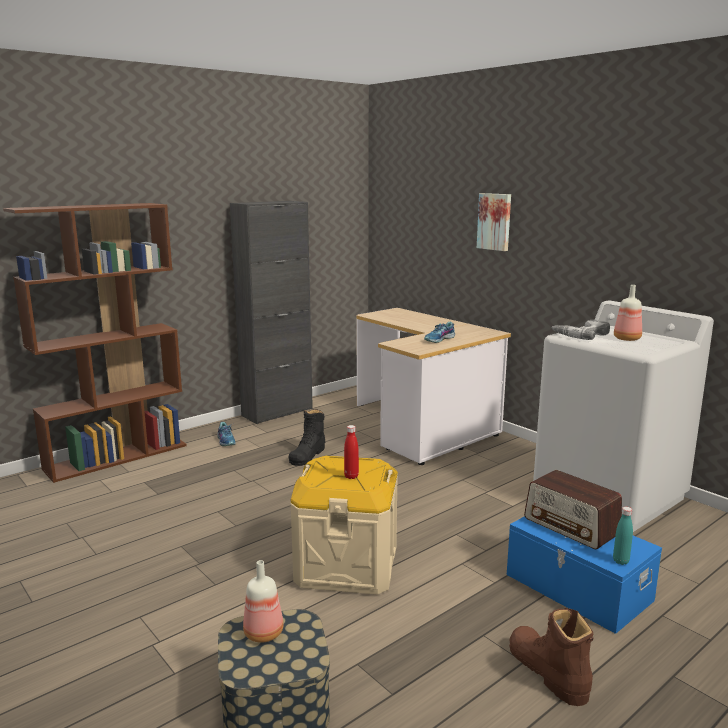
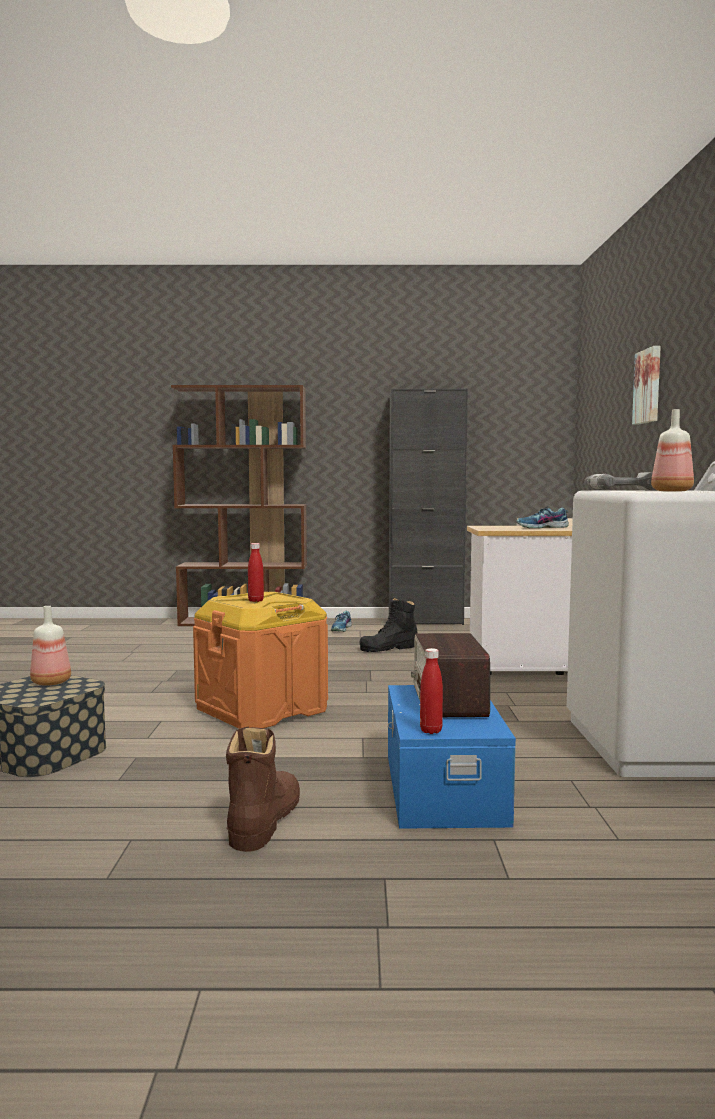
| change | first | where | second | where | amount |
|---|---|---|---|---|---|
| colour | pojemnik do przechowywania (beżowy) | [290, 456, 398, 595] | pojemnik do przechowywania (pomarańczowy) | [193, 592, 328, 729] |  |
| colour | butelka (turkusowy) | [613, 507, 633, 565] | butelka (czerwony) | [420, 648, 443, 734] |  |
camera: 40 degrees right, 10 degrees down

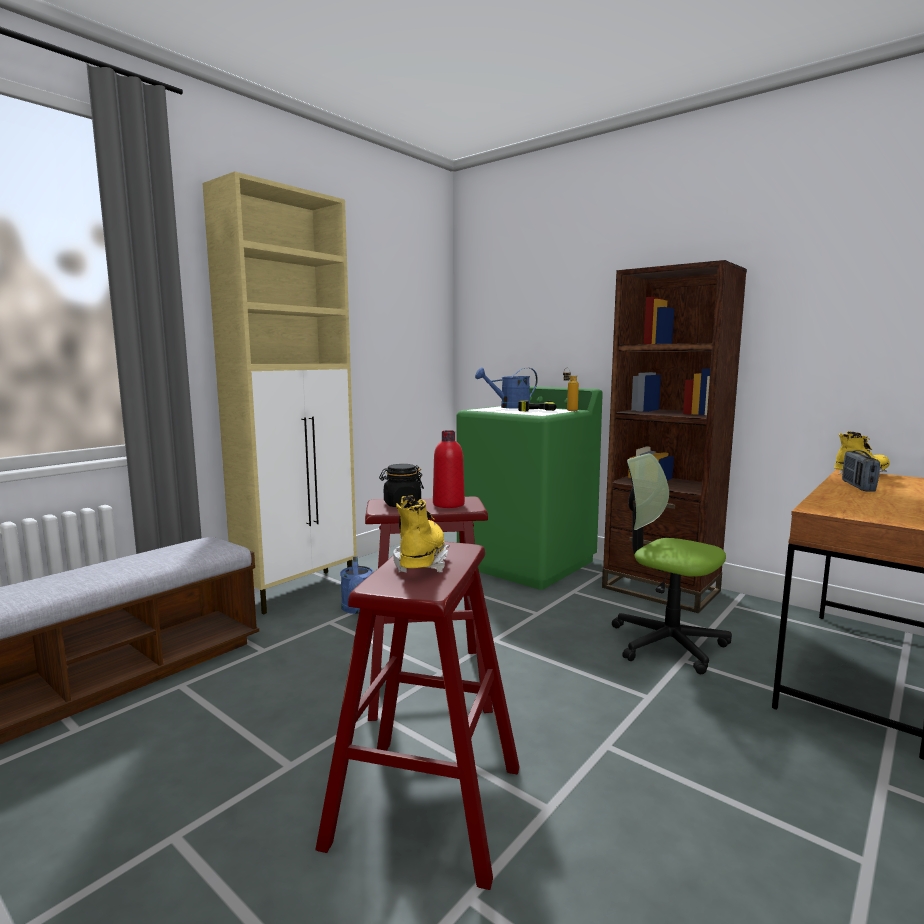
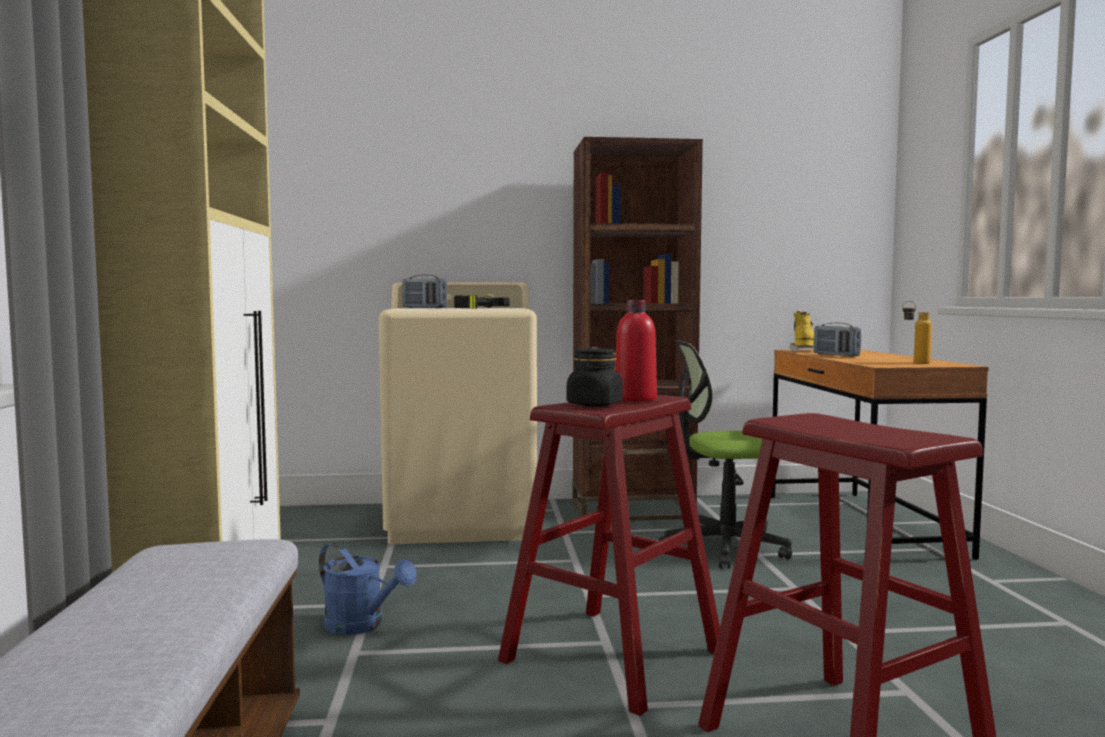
| change | first | where | second | where | amount |
|---|---|---|---|---|---|
| missing | but z cholewką (żółty) | [393, 495, 449, 573] |  |  |  |
| colour | pralka (zielony) | [456, 386, 603, 590] | pralka (beżowy) | [379, 282, 537, 544] |  |
| exchanged | konewka (niebieski) | [475, 367, 538, 409] | radio | [402, 275, 447, 308] |  |
| relocated | butelka | [563, 368, 579, 411] |  | [902, 301, 932, 364] |  |
camera: 45 degrees left, 5 degrees down

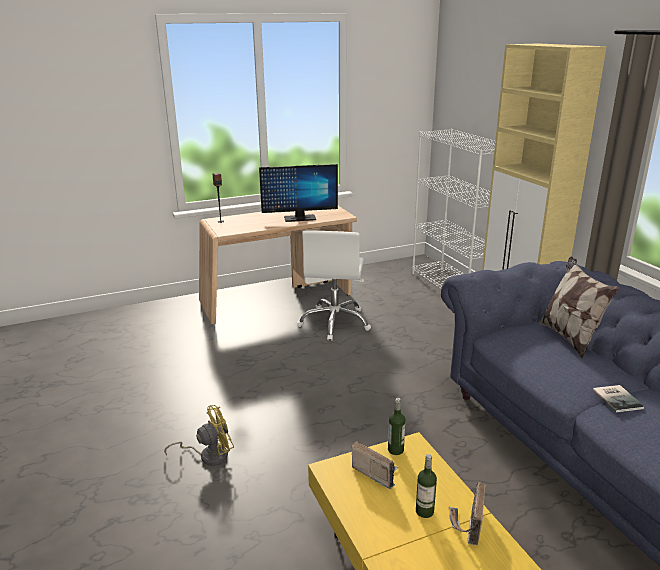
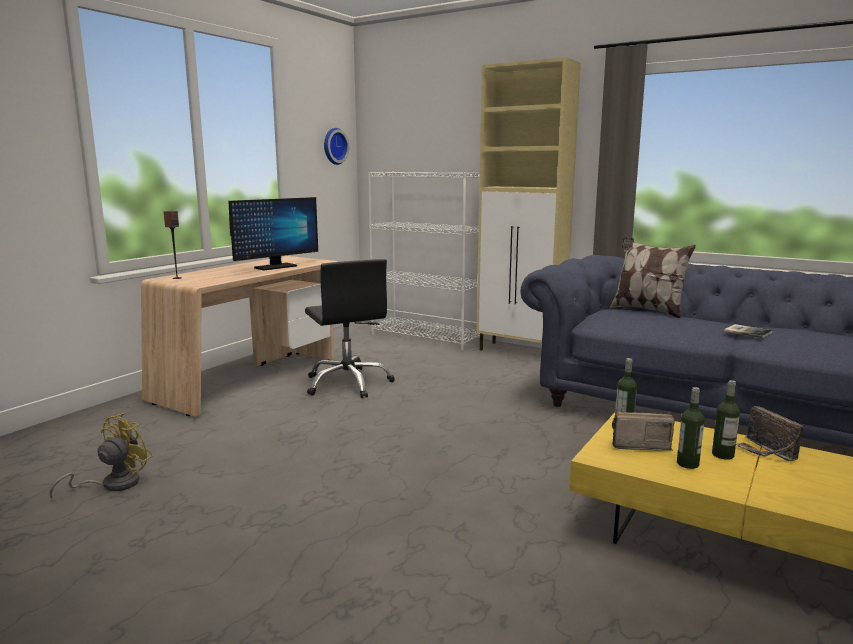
| change | first | where | second | where | amount |
|---|---|---|---|---|---|
| relocated | wentylator (żółty) | [164, 405, 234, 466] |  | [49, 413, 153, 499] |  |
| colour | krzesło biurowe (biały) | [297, 231, 371, 341] | krzesło biurowe (czarny) | [305, 259, 395, 398] |  |
| appeared |  |  | zegar ścienny | [324, 128, 349, 165] |  |
| appeared |  |  | butelka | [677, 387, 704, 469] |  |
camera: 35 degrees left, 10 degrees down

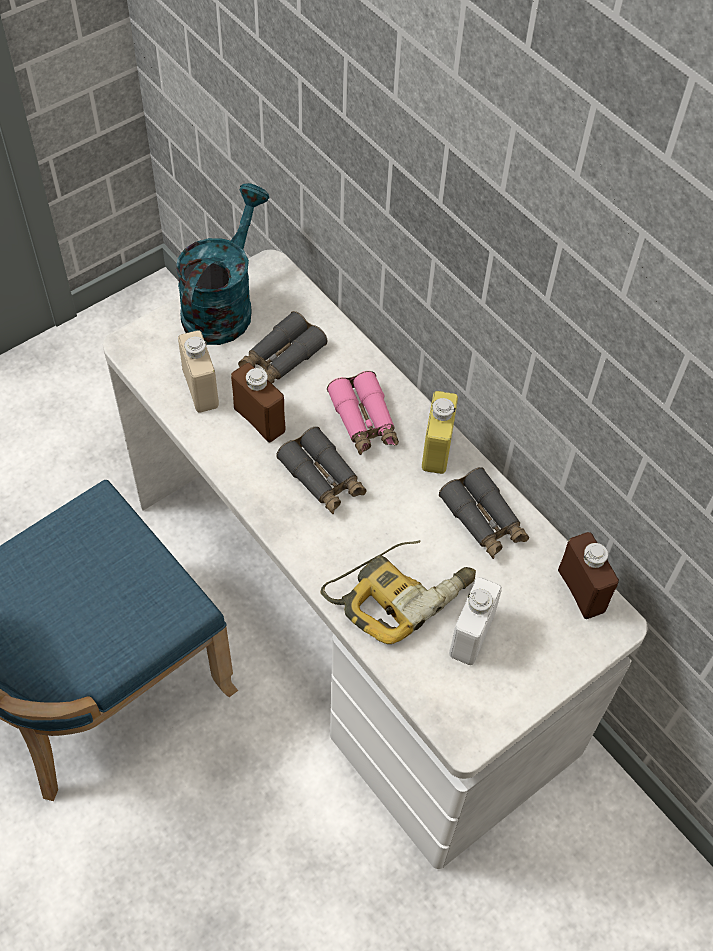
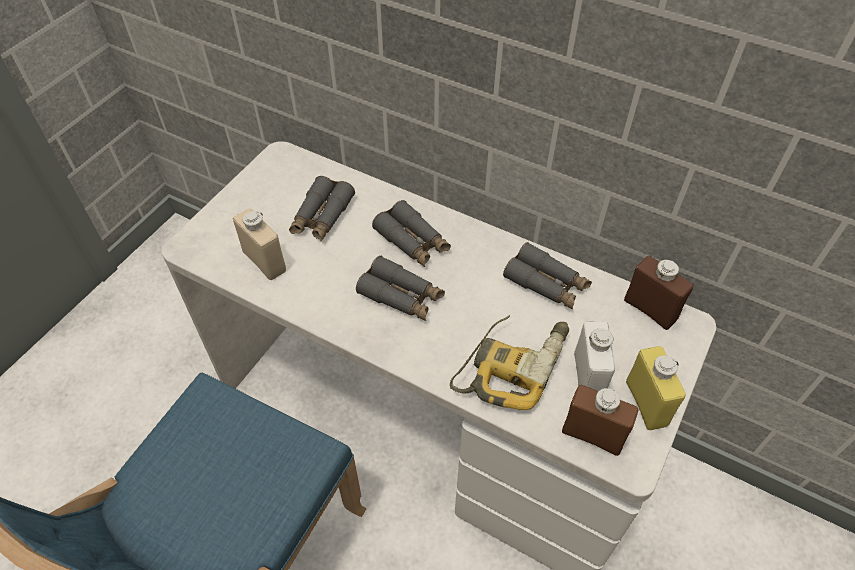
| change | first | where | second | where | amount |
|---|---|---|---|---|---|
| missing | konewka (turkusowy) | [176, 183, 269, 345] |  |  |  |
| relocated | butelka (brązowy) | [231, 363, 285, 442] |  | [562, 385, 638, 456] |  |
| colour | lornetka (różowy) | [327, 371, 399, 455] | lornetka (szary) | [372, 200, 451, 267] |  |
| relocated | butelka (żółty) | [422, 391, 458, 474] |  | [626, 346, 686, 430] |  |
camera: 20 degrees left, 5 degrees down

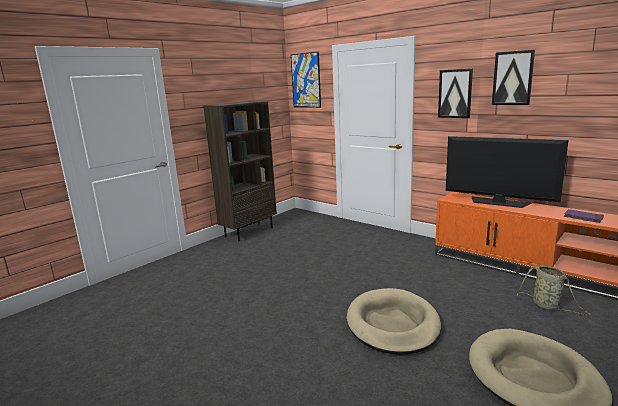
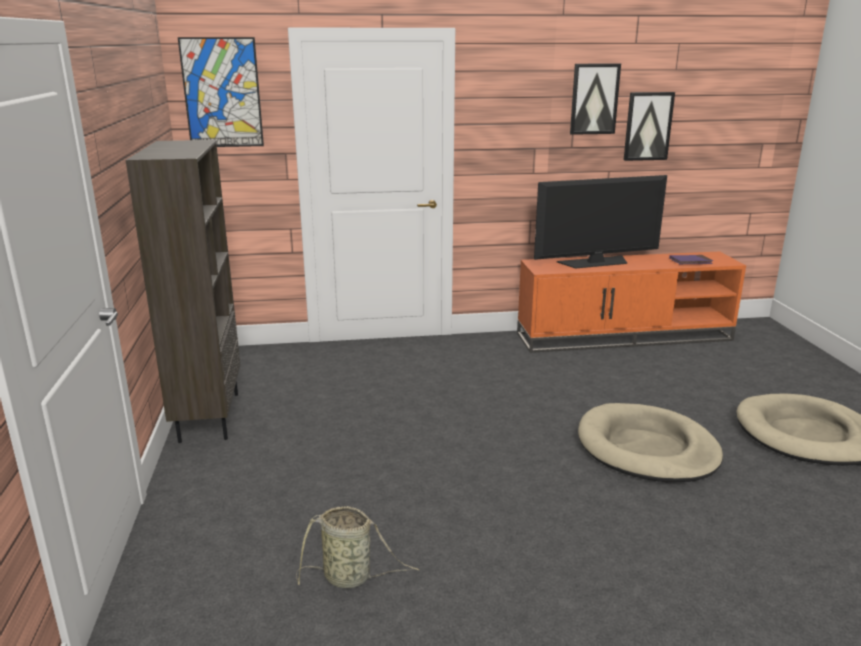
| change | first | where | second | where | amount |
|---|---|---|---|---|---|
| relocated | obraz | [438, 69, 473, 118] |  | [624, 92, 675, 161] |  |
| relocated | koszyk | [517, 265, 590, 315] |  | [296, 506, 419, 588] |  |
camera: 50 degrees left, 5 degrees up

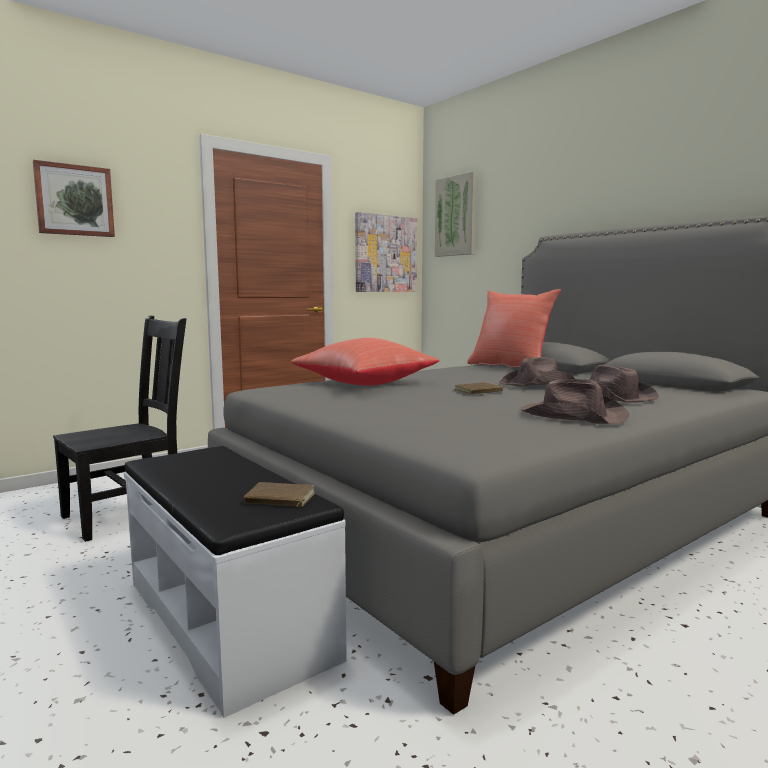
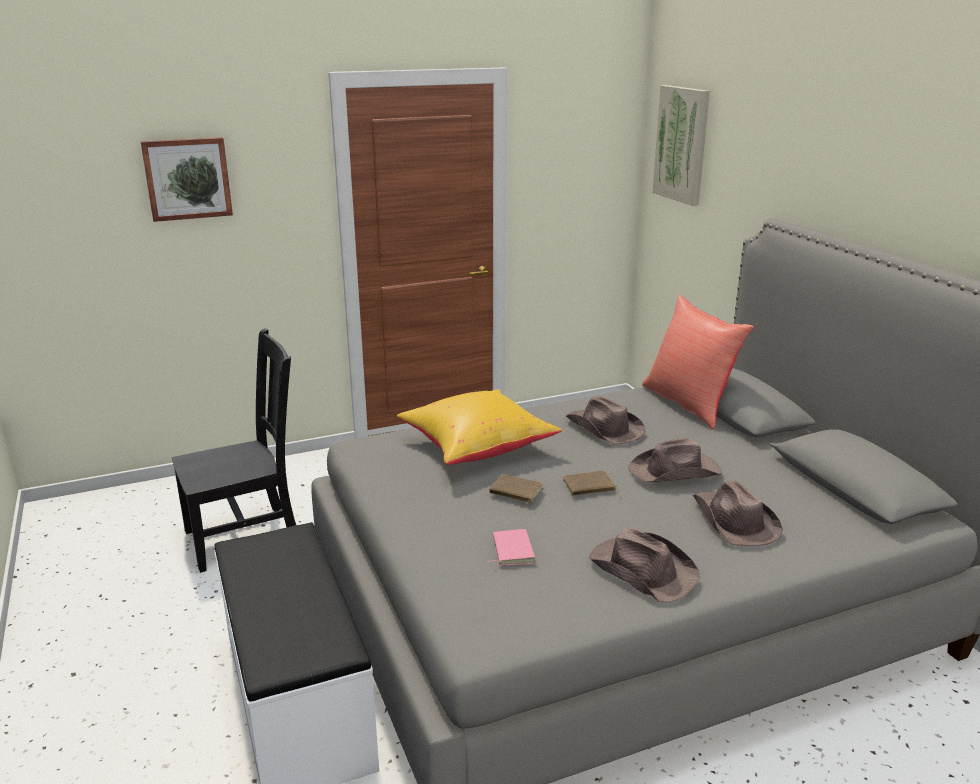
| change | first | where | second | where | amount |
|---|---|---|---|---|---|
| relocated | książka (brązowy) | [244, 482, 316, 507] |  | [489, 474, 544, 504] |  |
| colour | poduszka (czerwony) | [291, 338, 440, 386] | poduszka (żółty) | [397, 389, 562, 465] |  |
| missing | obraz | [355, 212, 417, 292] |  |  |  |
| appeared |  |  | książka (różowy) | [488, 529, 535, 566] |  |
| appeared |  |  | kapelusz (brązowy) | [566, 396, 645, 445] |  |
camera: 15 degrees right, 15 degrees up

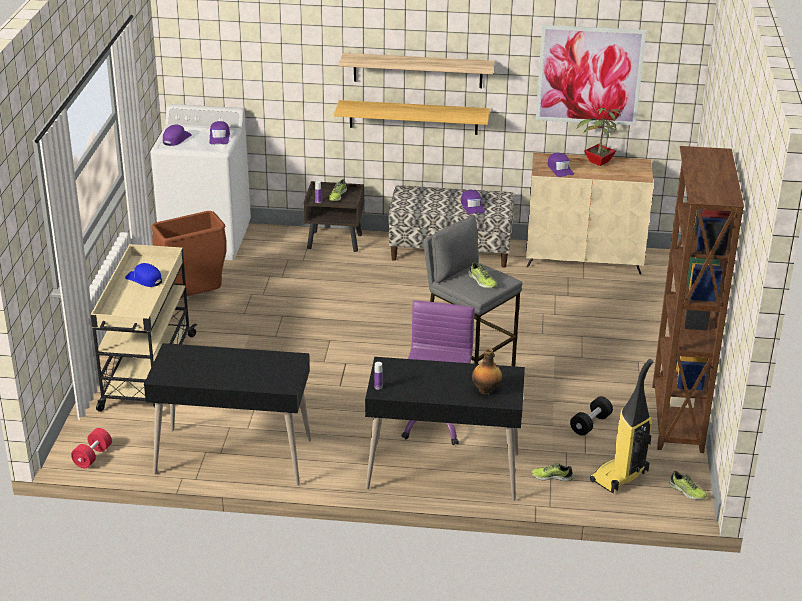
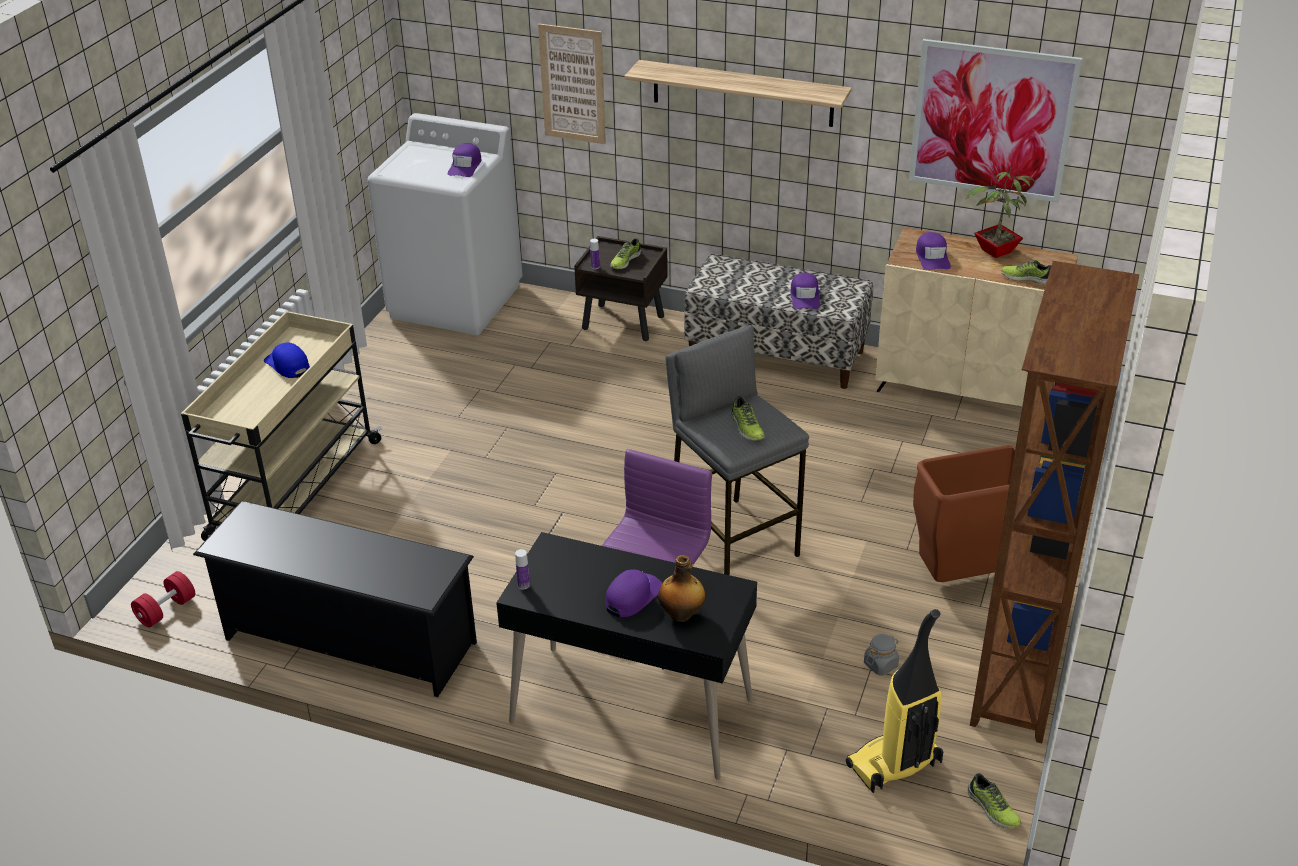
| change | first | where | second | where | amount |
|---|---|---|---|---|---|
| exchanged | biurko (czarny) | [144, 343, 311, 485] | regał na buty (czarny) | [193, 501, 477, 697] |  |
| relocated | kosz na śmieci (brązowy) | [151, 211, 227, 298] |  | [913, 445, 1016, 582] |  |
| relocated | czapka z daszkiem (fioletowy) | [163, 125, 192, 146] |  | [605, 570, 663, 617] |  |
| missing | półka | [334, 100, 490, 135] |  |  |  |
| relocated | but | [532, 463, 573, 481] |  | [1001, 260, 1051, 284] |  |
| exchanged | hantel (czarny) | [570, 396, 613, 436] | słoik (szary) | [864, 634, 899, 676] |  |
| appeared |  |  | obraz | [538, 24, 606, 144] |  |
camera: 15 degrees right, 5 degrees up

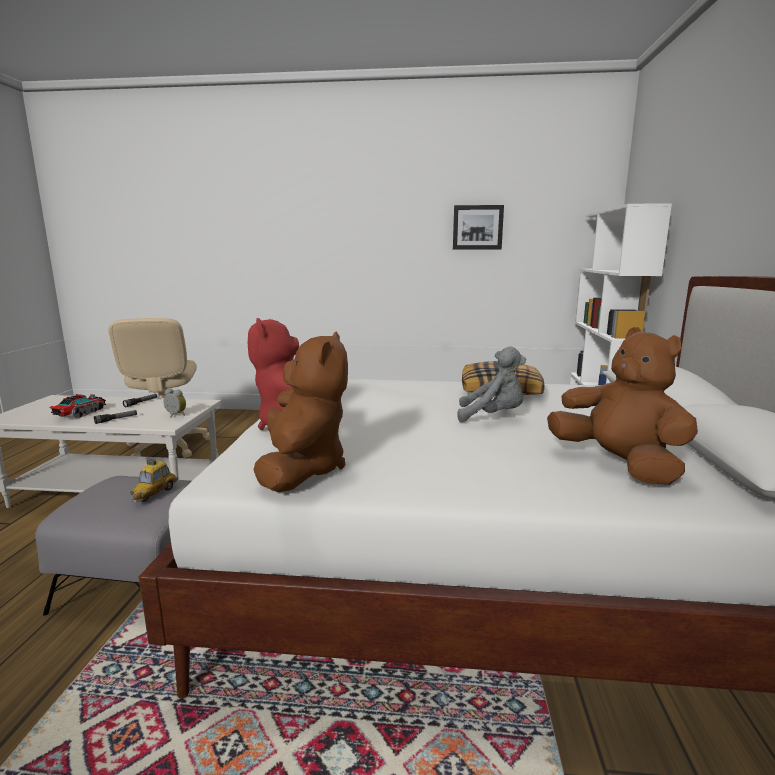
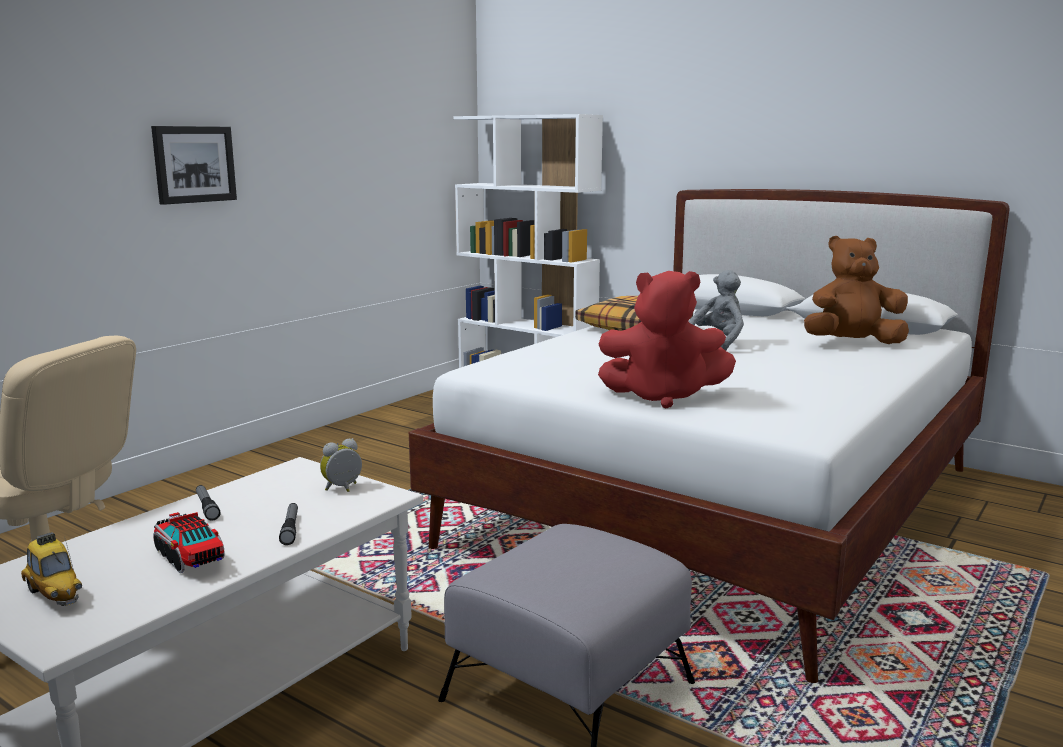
| change | first | where | second | where | amount |
|---|---|---|---|---|---|
| relocated | samochodzik | [130, 459, 178, 502] |  | [21, 532, 82, 606] |  |
| missing | pluszak (brązowy) | [254, 331, 348, 492] |  |  |  |
| relocated | obraz | [453, 205, 504, 250] |  | [151, 126, 237, 205] |  |
camera: 60 degrees left, 0 degrees up

